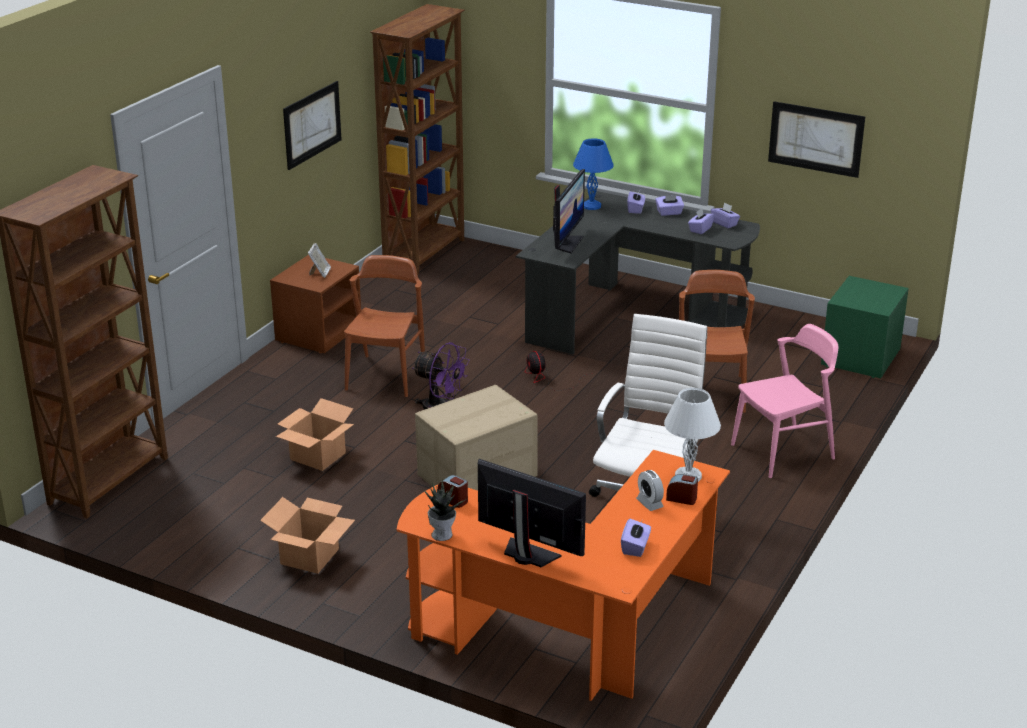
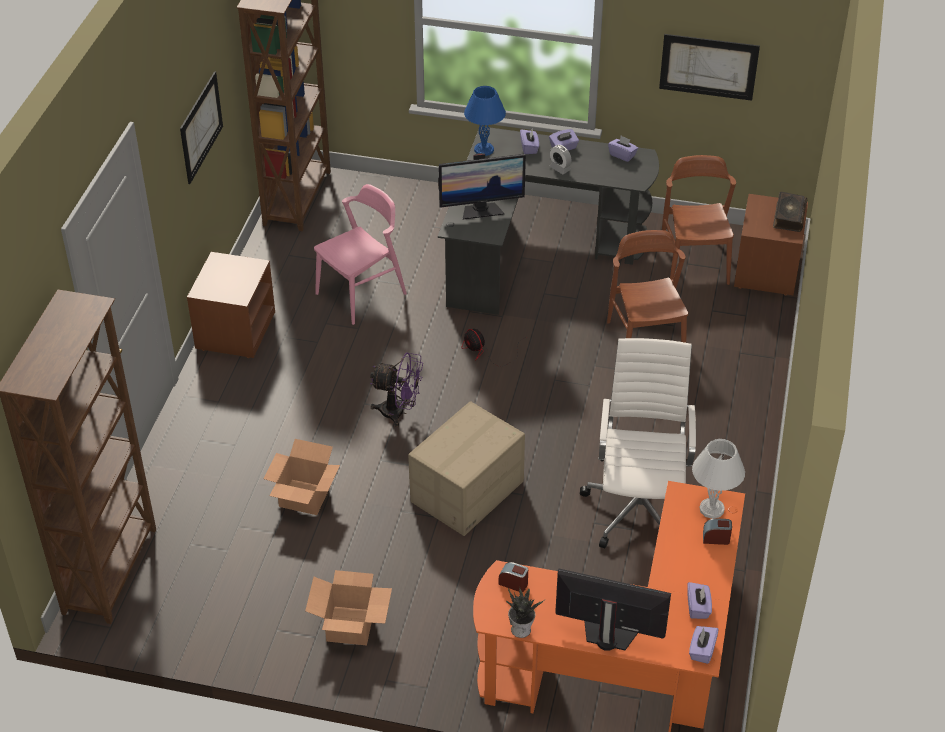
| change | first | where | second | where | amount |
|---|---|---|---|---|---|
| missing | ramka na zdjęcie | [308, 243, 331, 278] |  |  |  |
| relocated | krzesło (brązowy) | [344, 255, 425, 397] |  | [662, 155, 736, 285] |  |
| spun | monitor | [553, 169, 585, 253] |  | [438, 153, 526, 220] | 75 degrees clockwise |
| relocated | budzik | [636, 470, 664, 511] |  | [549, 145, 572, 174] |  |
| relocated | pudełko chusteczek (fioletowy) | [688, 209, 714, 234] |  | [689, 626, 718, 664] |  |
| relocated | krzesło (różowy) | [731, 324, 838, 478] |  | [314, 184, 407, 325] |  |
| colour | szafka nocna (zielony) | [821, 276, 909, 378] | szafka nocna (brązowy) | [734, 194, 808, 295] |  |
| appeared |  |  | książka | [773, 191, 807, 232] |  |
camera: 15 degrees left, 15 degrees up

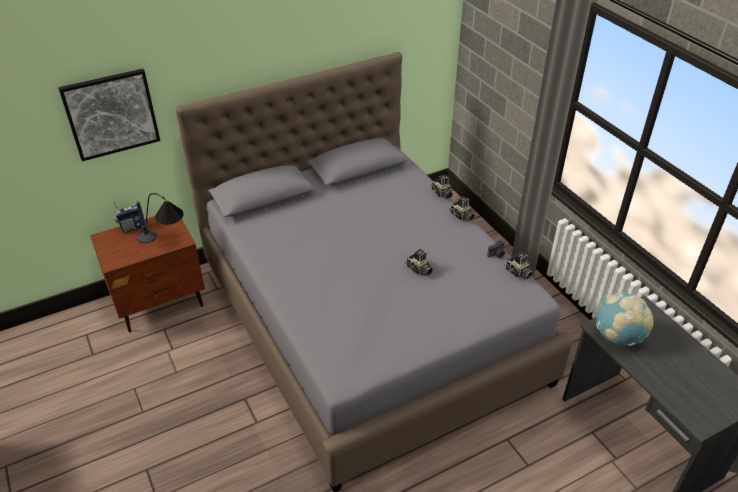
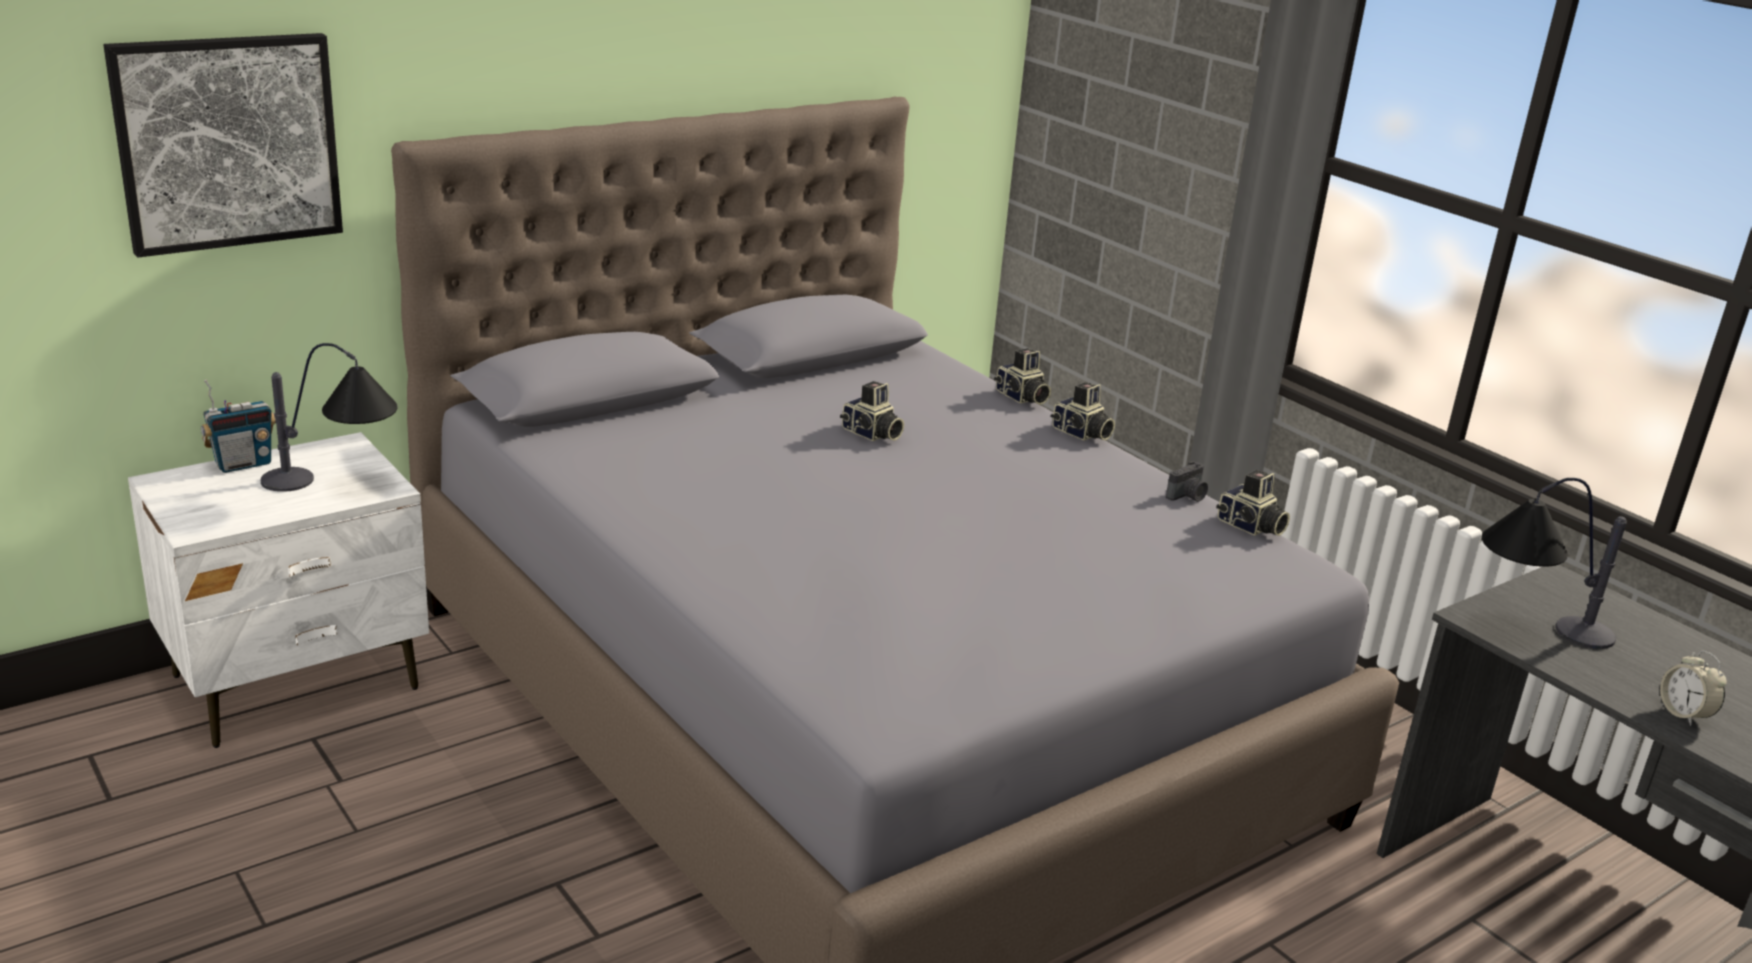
| change | first | where | second | where | amount |
|---|---|---|---|---|---|
| colour | szafka nocna (brązowy) | [90, 216, 205, 333] | szafka nocna (biały) | [128, 432, 429, 748] |  |
| relocated | aparat fotograficzny | [405, 249, 433, 276] |  | [840, 381, 904, 441] |  |
| exchanged | globus | [596, 292, 653, 346] | lampa stołowa | [1482, 478, 1627, 649] |  |
| appeared |  |  | budzik | [1660, 650, 1727, 726] |  |
camera: 10 degrees left, 15 degrees down

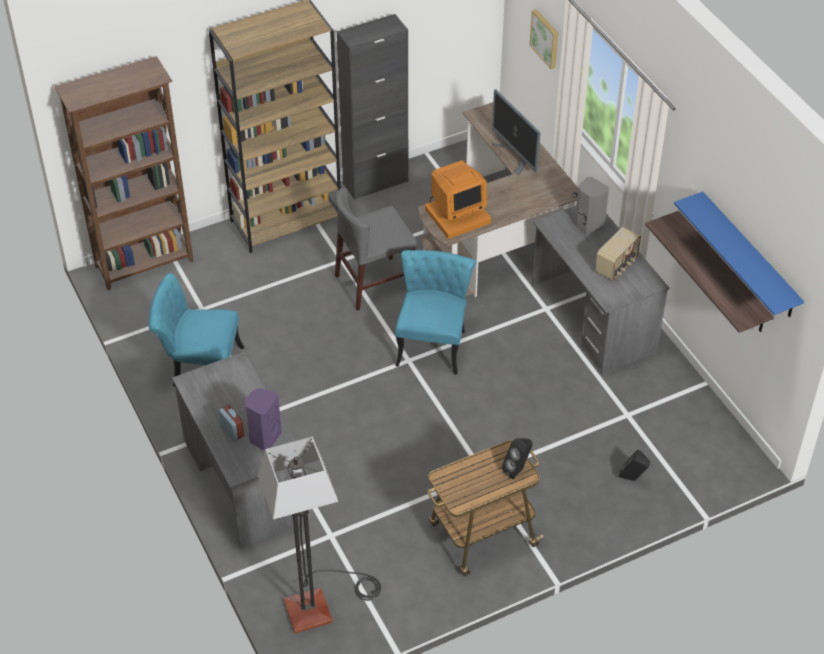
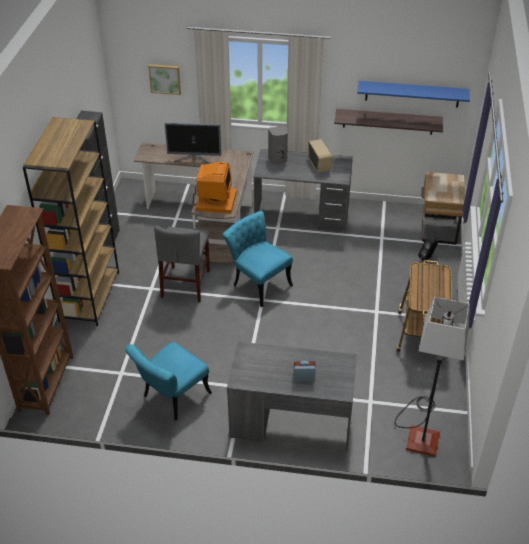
| change | first | where | second | where | amount |
|---|---|---|---|---|---|
| missing | głośnik (fioletowy) | [245, 388, 282, 451] |  |  |  |
| missing | głośnik (czarny) | [502, 438, 533, 479] |  |  |  |
| appeared |  |  | szafka nocna (beżowy) | [421, 172, 465, 245] |  |
camera: 55 degrees left, 5 degrees down

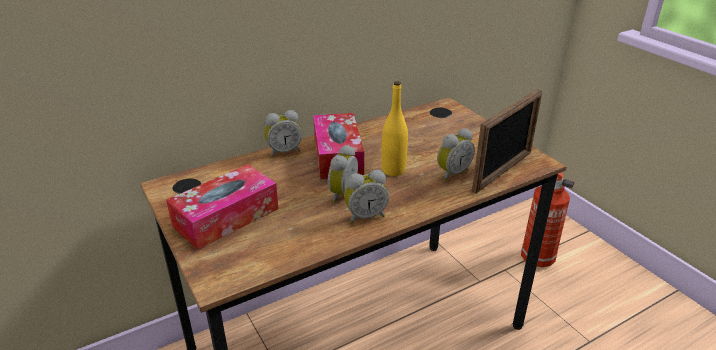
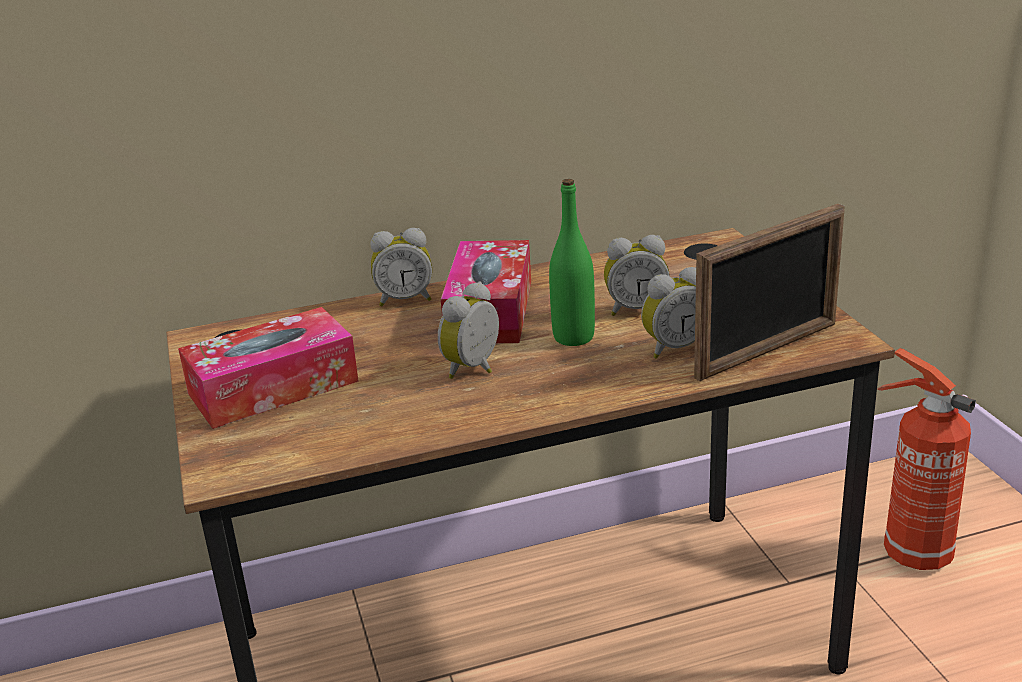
| change | first | where | second | where | amount |
|---|---|---|---|---|---|
| relocated | budzik | [344, 169, 389, 224] |  | [604, 235, 670, 316] |  |
| colour | butelka (żółty) | [382, 81, 408, 176] | butelka (zielony) | [549, 179, 595, 346] |  |
camera: 15 degrees right, 5 degrees down

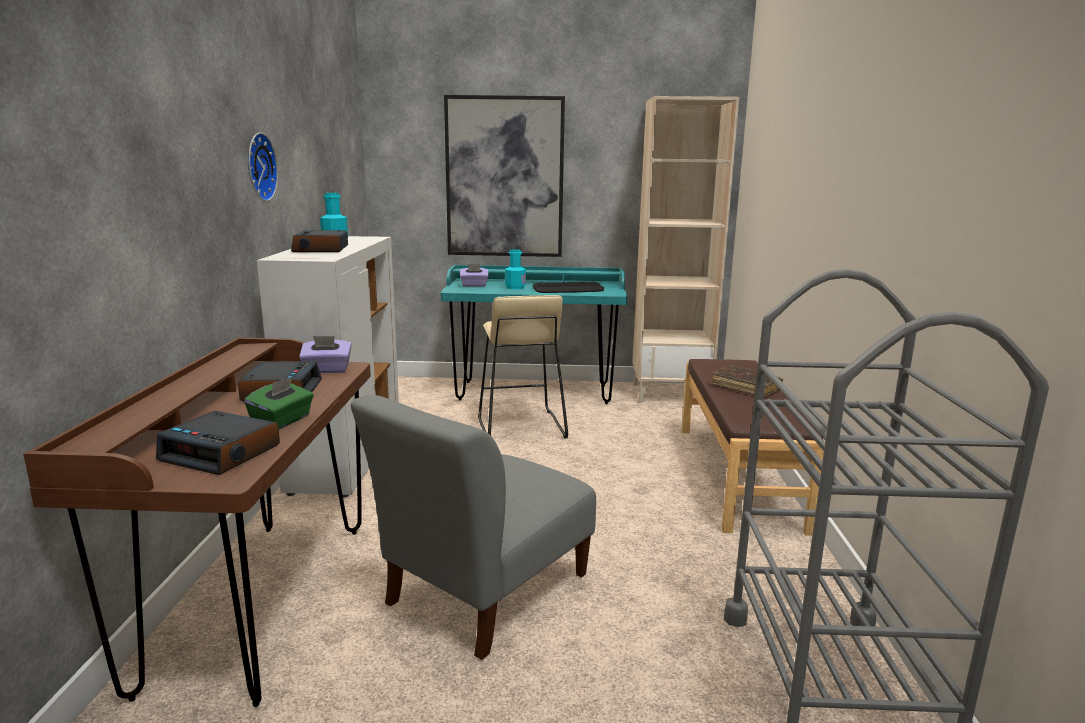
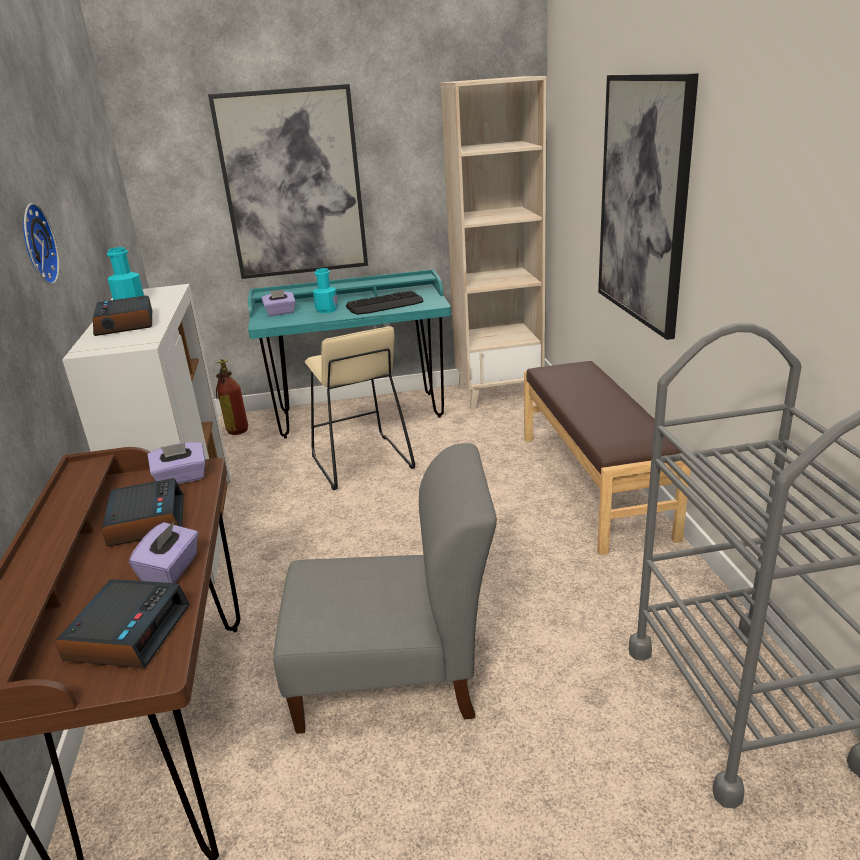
| change | first | where | second | where | amount |
|---|---|---|---|---|---|
| spun | budzik | [156, 411, 280, 475] |  | [55, 579, 190, 669] | 90 degrees counterclockwise |
| colour | pudełko chusteczek (zielony) | [244, 376, 314, 429] | pudełko chusteczek (fioletowy) | [129, 521, 199, 583] |  |
| spun | krzesło (szary) | [351, 395, 596, 660] |  | [274, 443, 497, 734] | 120 degrees counterclockwise |
| missing | książka (brązowy) | [711, 365, 783, 398] |  |  |  |
| appeared |  |  | gaśnica | [216, 359, 248, 435] |  |
| appeared |  |  | obraz | [598, 73, 699, 340] |  |
camera: 10 degrees left, 10 degrees up

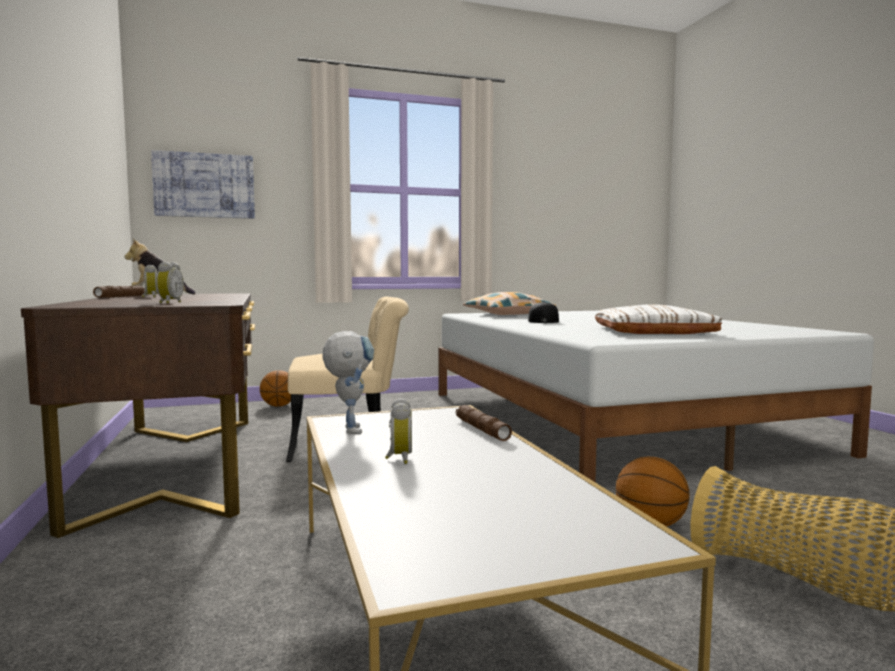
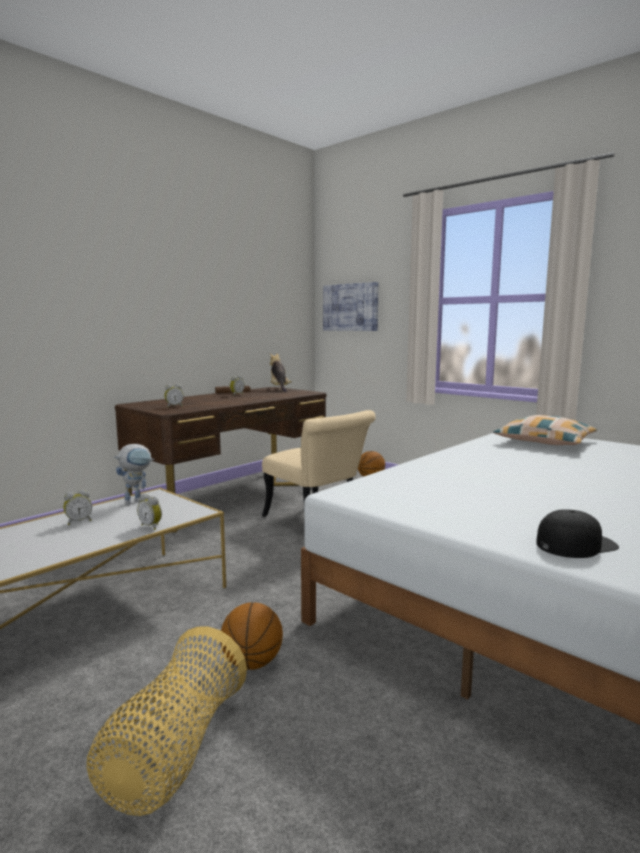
| change | first | where | second | where | amount |
|---|---|---|---|---|---|
| exchanged | latarka (brązowy) | [456, 405, 512, 441] | budzik | [137, 494, 162, 530] |  |
| relocated | czapka z daszkiem (czarny) | [528, 301, 559, 323] |  | [536, 509, 619, 558] |  |
| missing | poduszka (biały) | [595, 304, 722, 334] |  |  |  |
camera: 60 degrees right, 5 degrees up

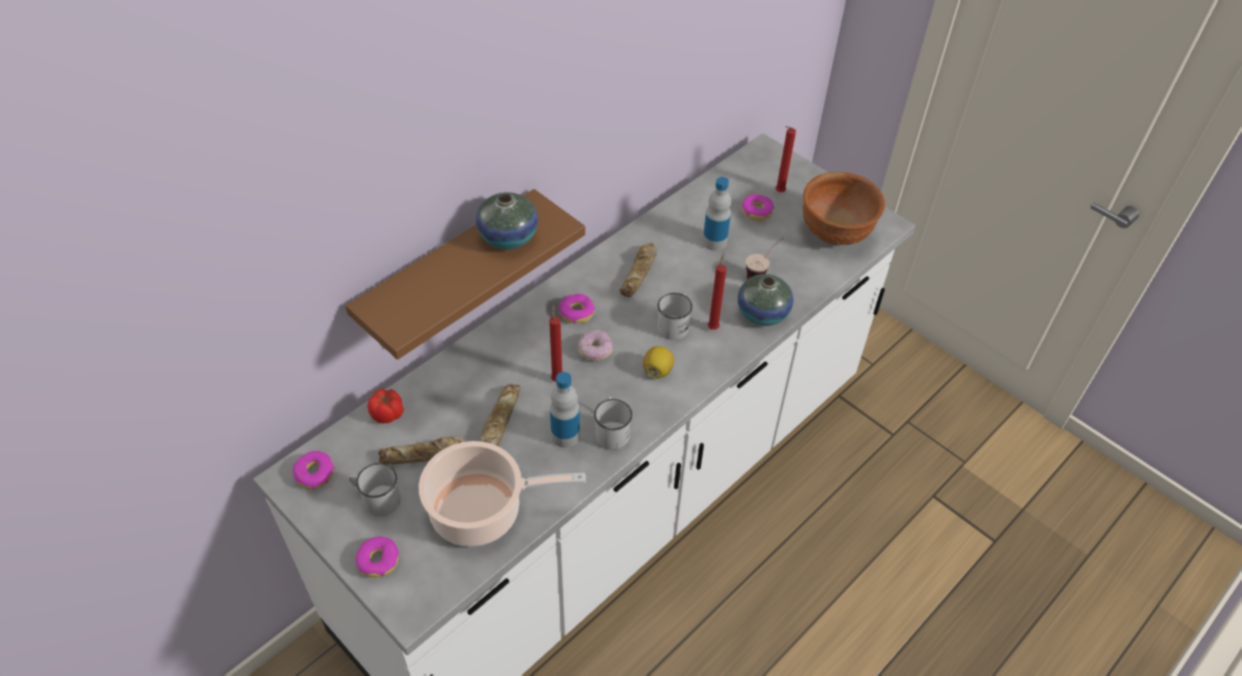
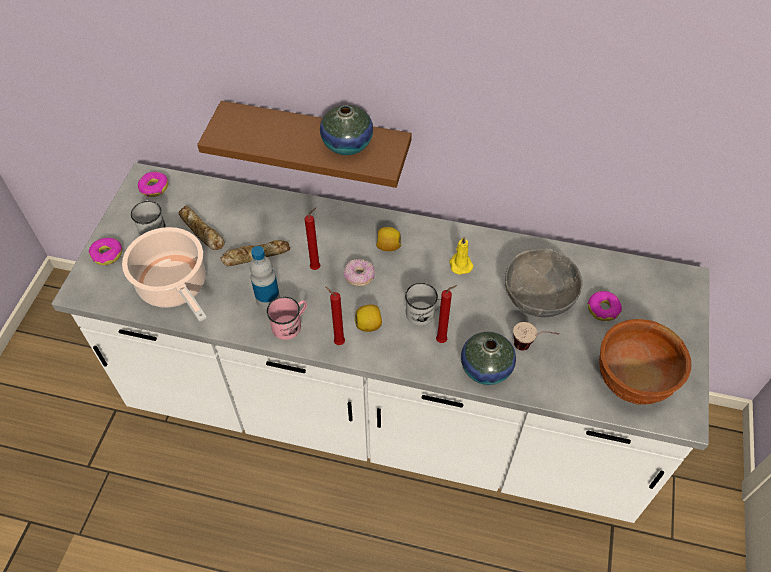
| change | first | where | second | where | amount |
|---|---|---|---|---|---|
| missing | pomidor | [368, 388, 404, 423] |  |  |  |
| exchanged | donut | [559, 294, 595, 324] | cytryna | [376, 227, 401, 251] |  |
| colour | kubek (biały) | [594, 396, 632, 450] | kubek (różowy) | [267, 297, 307, 340] |  |
| exchanged | chleb | [619, 243, 657, 297] | świeca (żółty) | [449, 236, 474, 275] |  |
| exchanged | butelka | [703, 177, 731, 251] | miska (szary) | [505, 249, 583, 317] |  |
| relocated | świeca (czerwony) | [775, 126, 796, 192] |  | [325, 287, 345, 345] |  |
camera: 60 degrees right, 5 degrees up

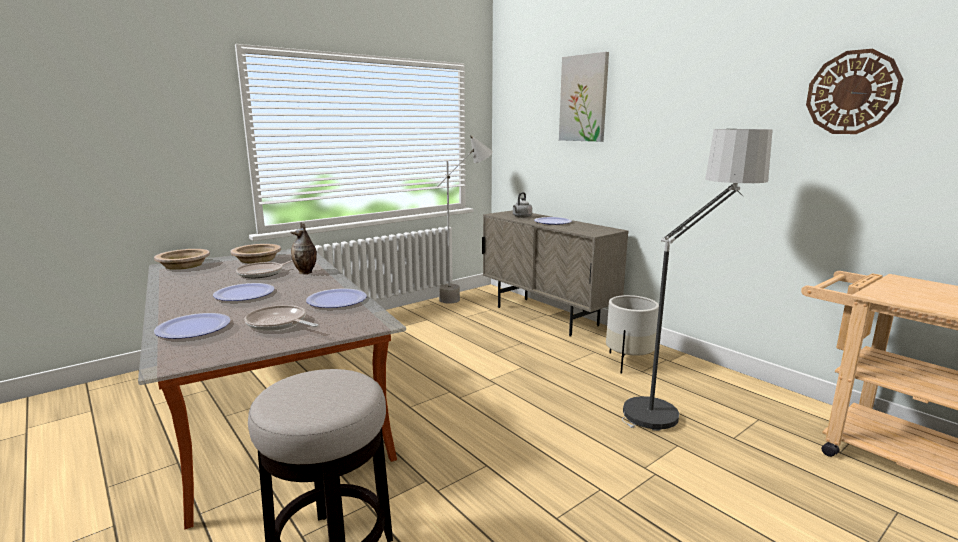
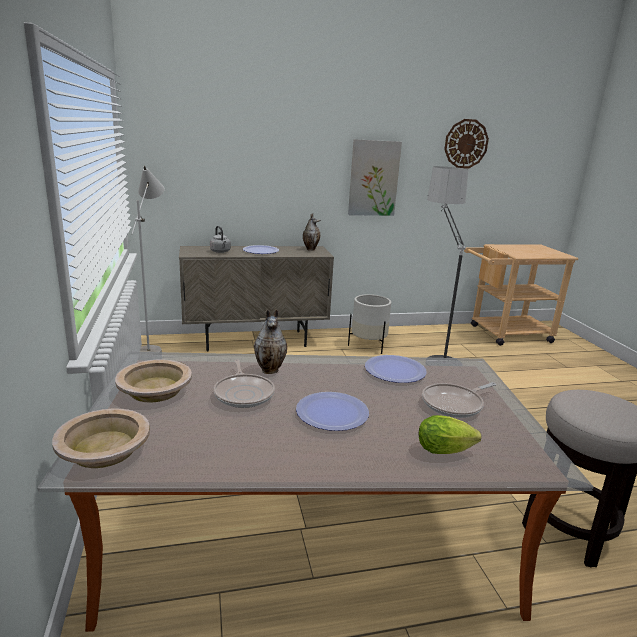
| change | first | where | second | where | amount |
|---|---|---|---|---|---|
| exchanged | talerz | [154, 313, 231, 339] | sałata | [419, 415, 481, 454] |  |
| relocated | obraz | [559, 52, 609, 142] |  | [348, 139, 402, 216] |  |
| appeared |  |  | wazon | [303, 213, 320, 251] |  |
camera: 65 degrees left, 5 degrees up

